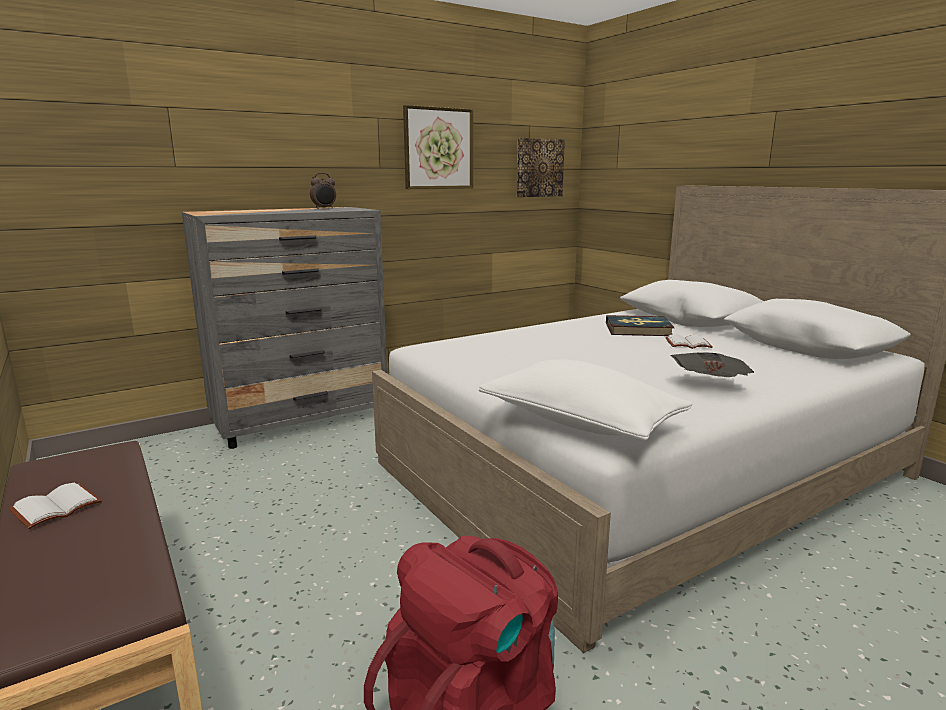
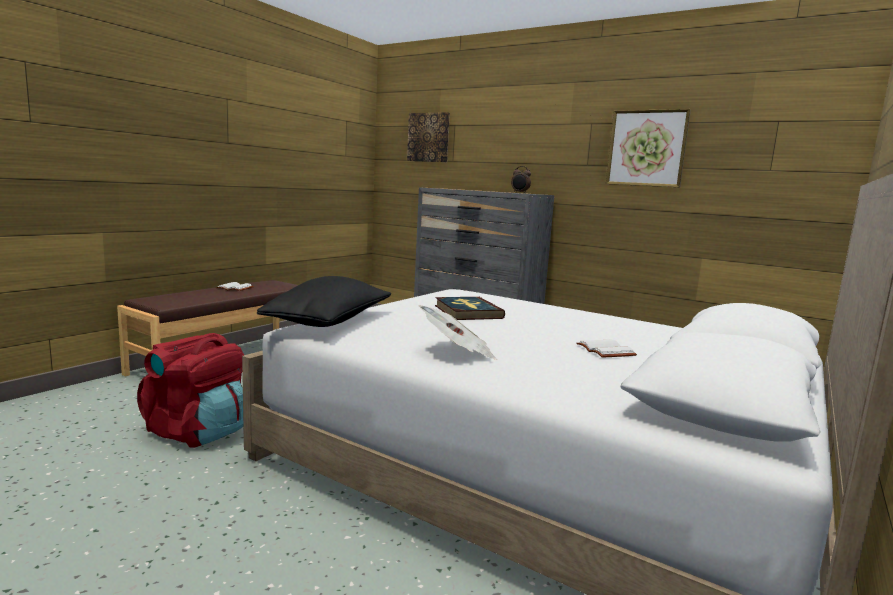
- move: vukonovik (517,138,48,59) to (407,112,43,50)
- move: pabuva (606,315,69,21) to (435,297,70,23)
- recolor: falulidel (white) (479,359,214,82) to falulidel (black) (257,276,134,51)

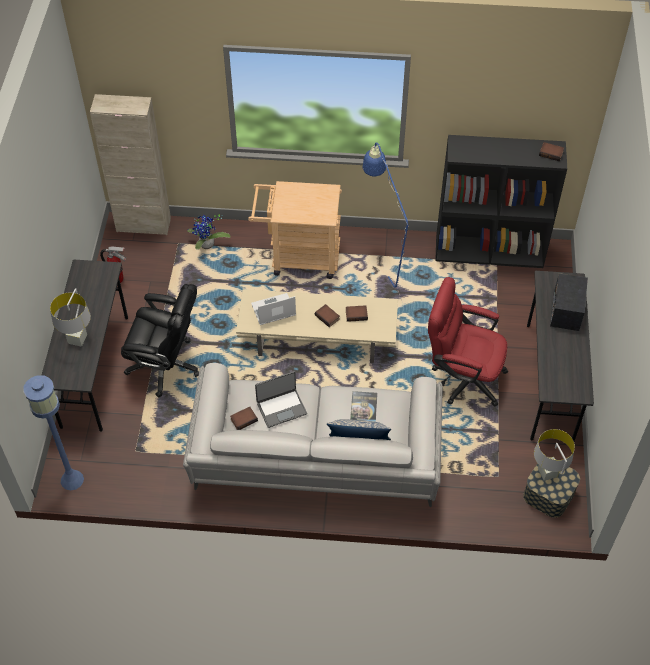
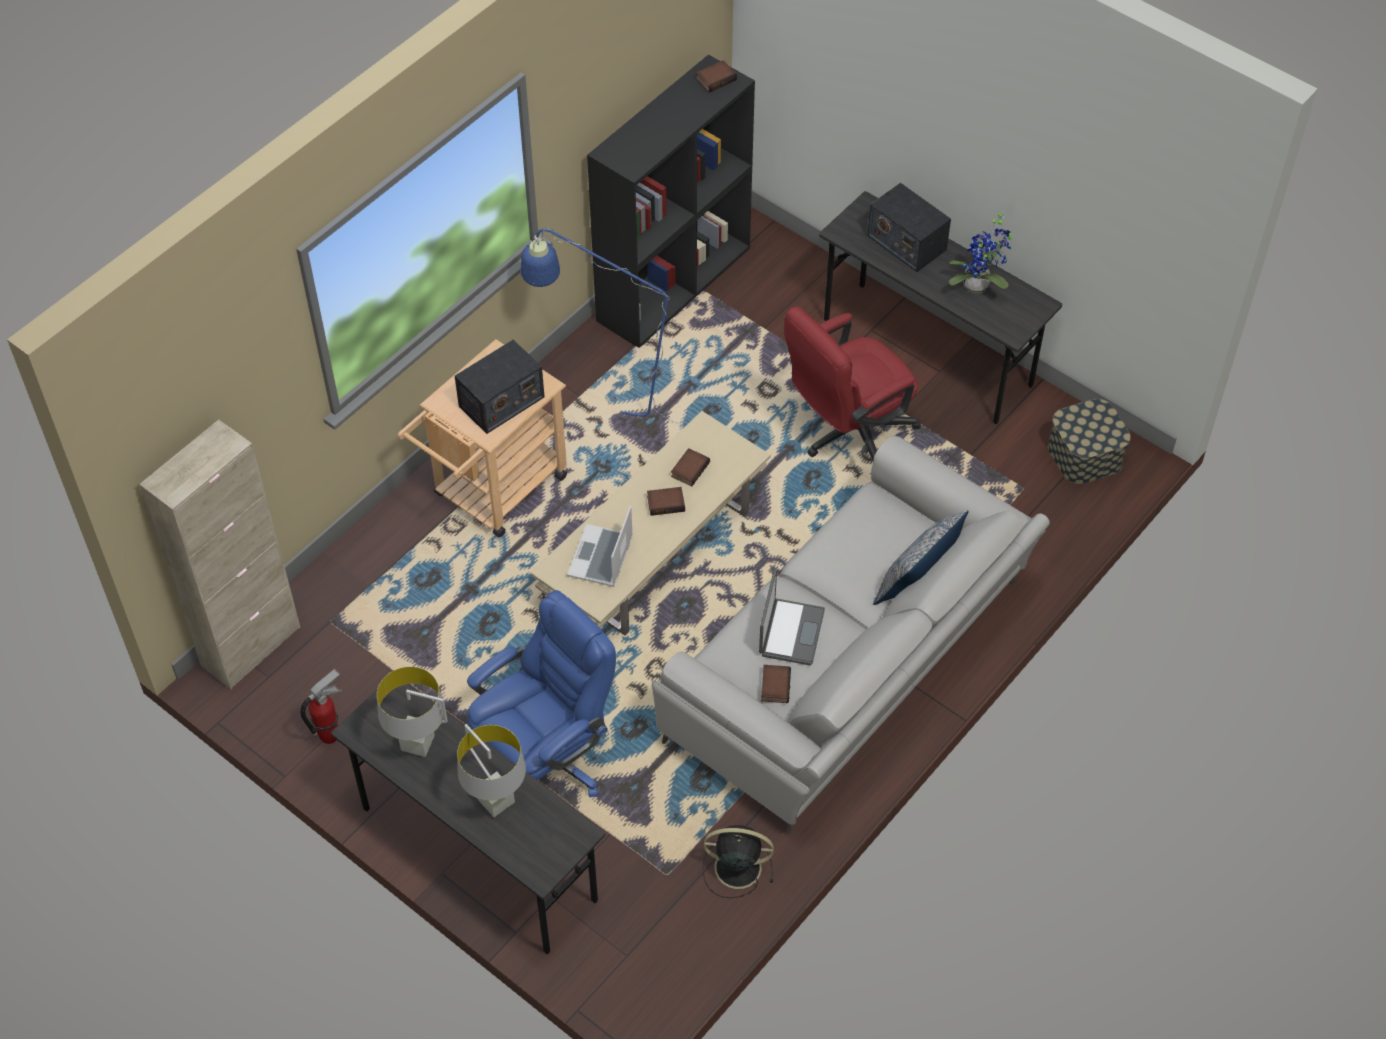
- delete: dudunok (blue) (23,375,61,115)
- delete: pabuva (350,391,28,31)
- insert: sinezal (455,340,90,94)
- insert: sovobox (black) (703,825,71,73)
- move: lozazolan (187,214,44,36) to (949,210,62,83)
- move: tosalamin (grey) (534,429,41,52) to (377,667,71,90)
- recolor: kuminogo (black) (121,284,78,114) to kuminogo (blue) (467,590,149,207)

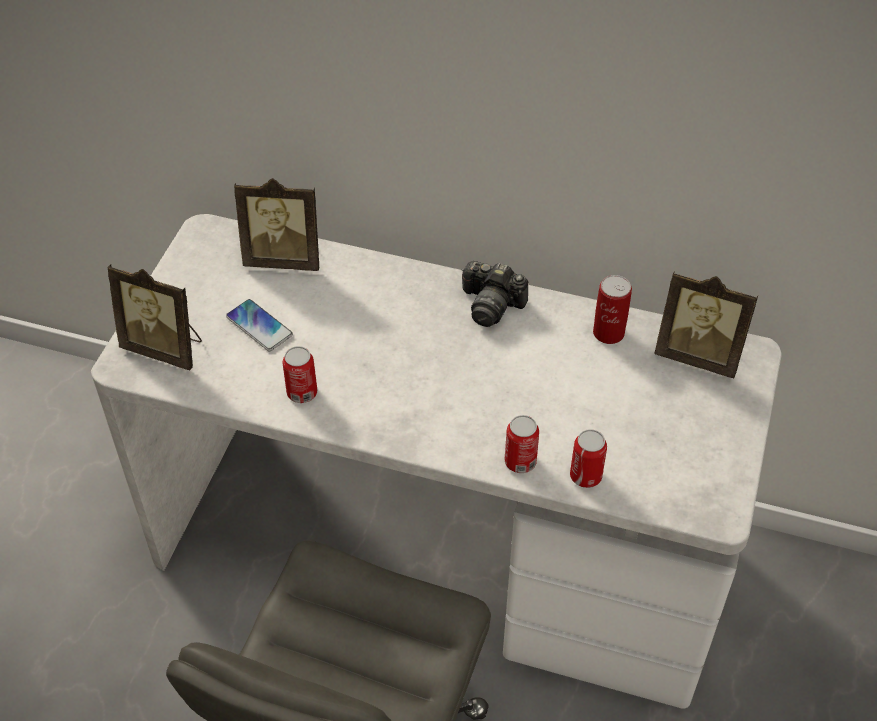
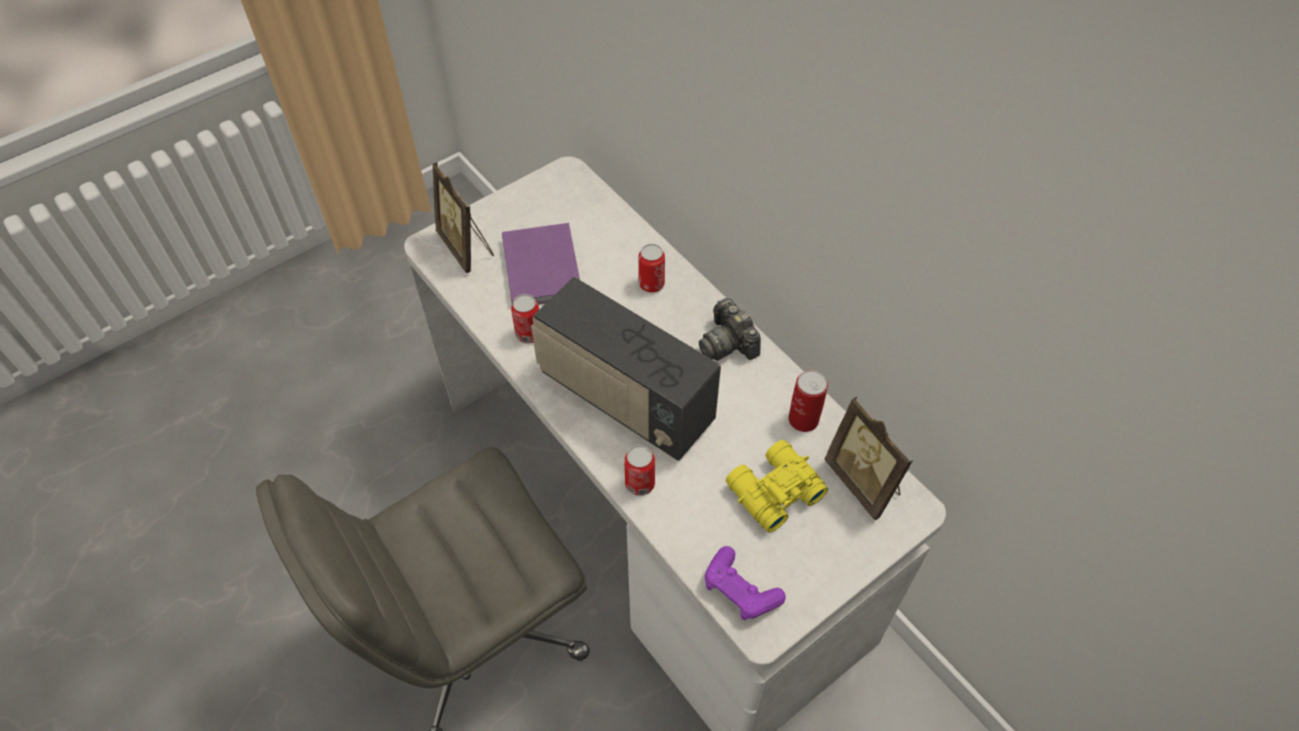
- delete: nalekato (234,178,85,93)
- insert: sinezal (531,277,190,184)
- insert: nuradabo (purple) (705,546,81,74)
- insert: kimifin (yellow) (726,440,102,93)
- move: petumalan (570,429,37,59) to (638,244,27,49)
- replace: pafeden (226,299,67,52) to pabuva (purple) (502,223,78,81)

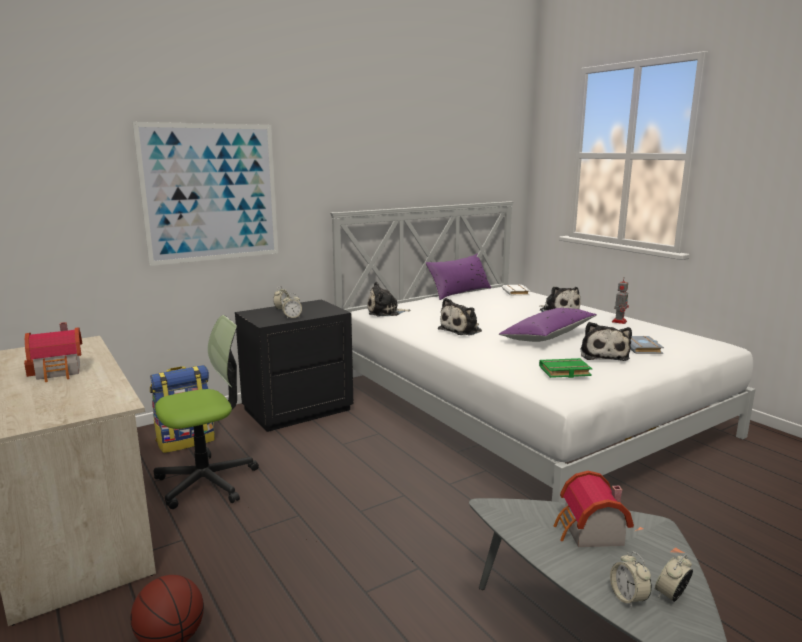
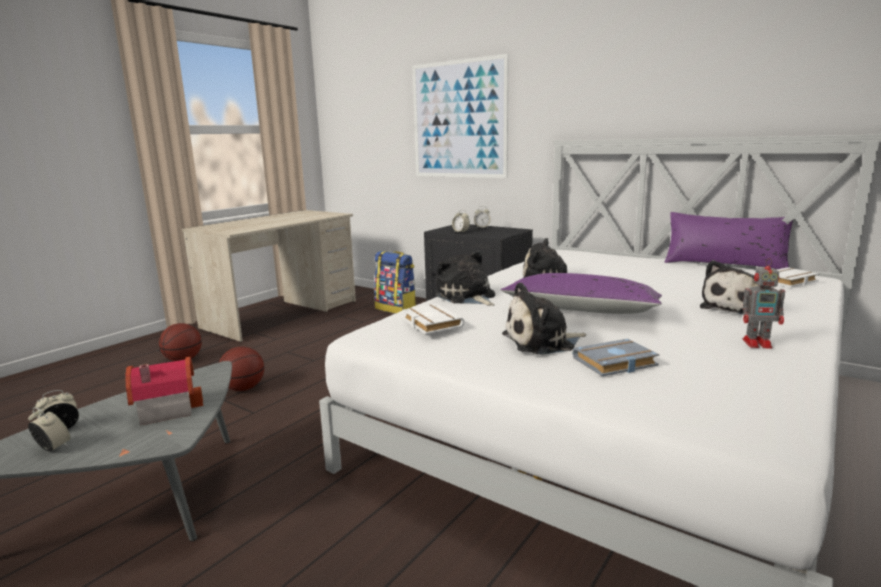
- delete: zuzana (24,322,58,60)
- delete: kuminogo (154,315,105,194)
- insert: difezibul (219,347,45,44)
- move: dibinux (367,282,44,34) to (436,250,59,56)
- recolor: pabuva (green) (539,358,53,20) to pabuva (white) (402,304,62,30)

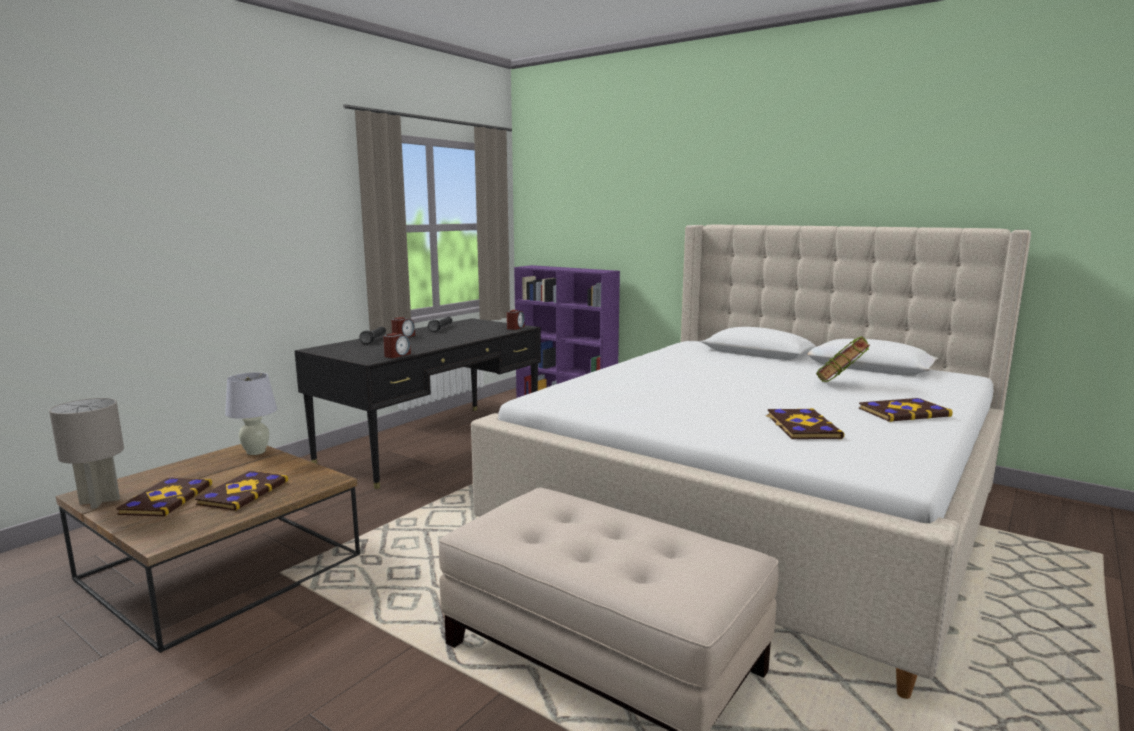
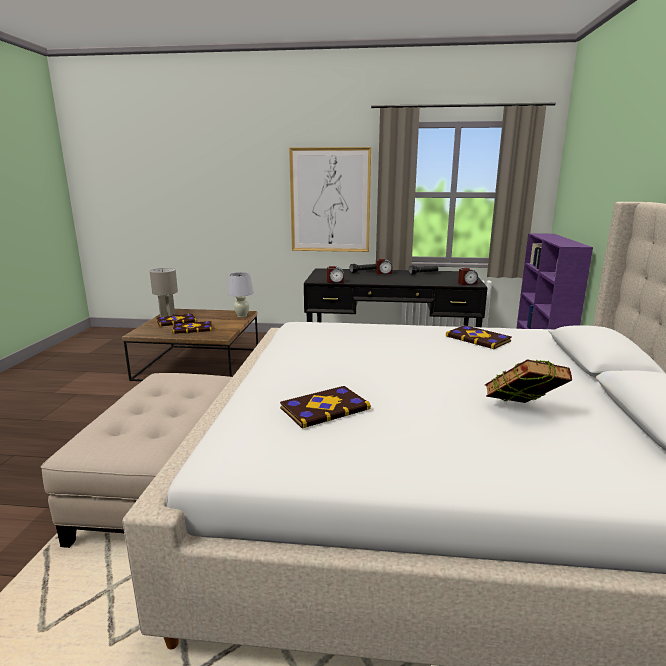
- insert: vukonovik (289,147,82,105)
- move: pabuva (859,398,94,24) to (446,325,66,24)

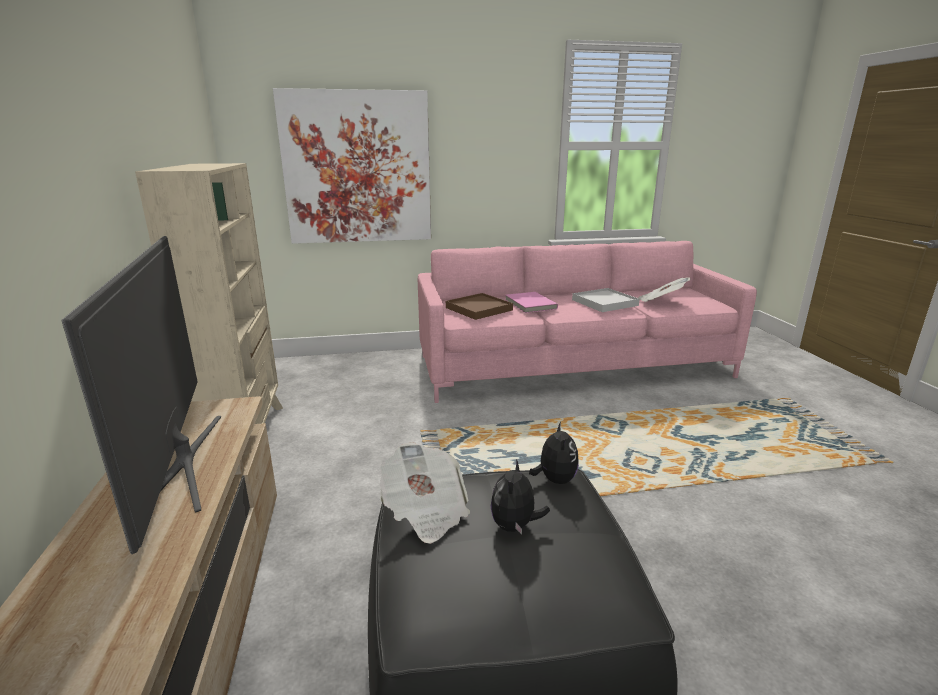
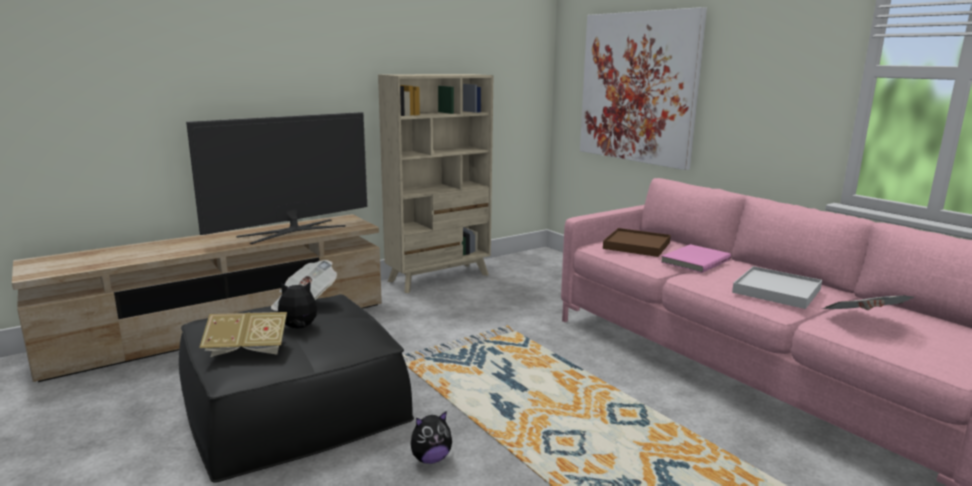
- insert: pabuva (199,312,88,45)
- move: dibinux (529,422,50,62) to (411,411,41,53)

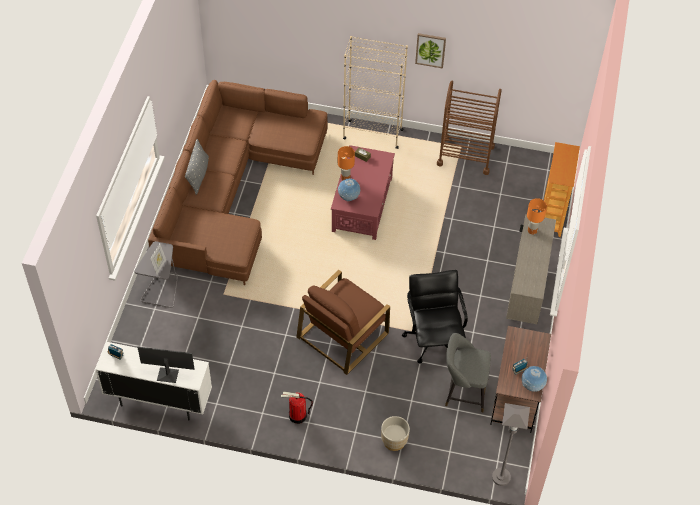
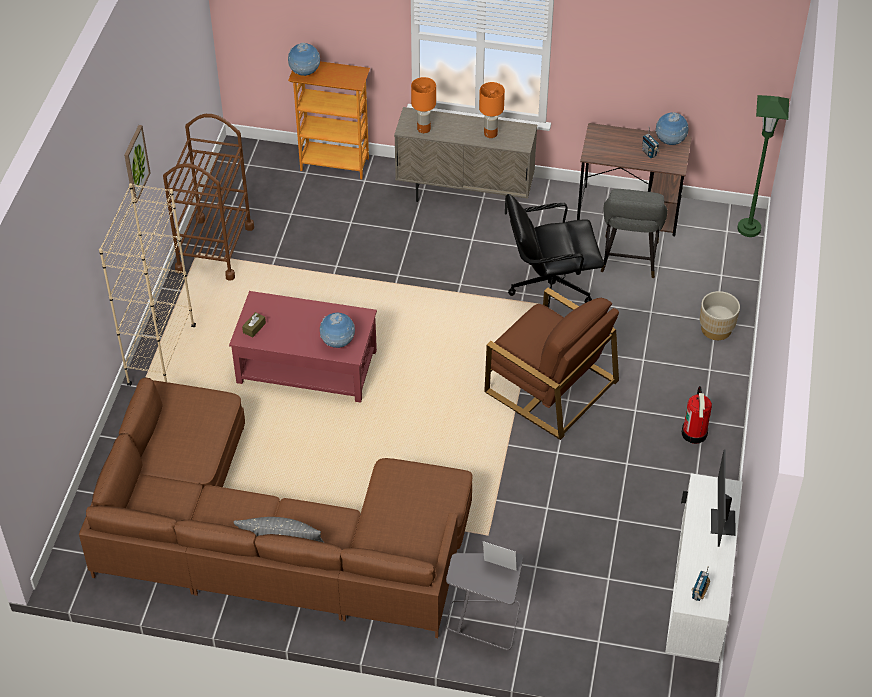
- insert: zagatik (288,43,32,33)
- move: tosalamin (orange) (338,146,17,34) to (479,82,26,56)
- recolor: dudunok (grey) (492,403,38,83) to dudunok (green) (737,95,52,142)

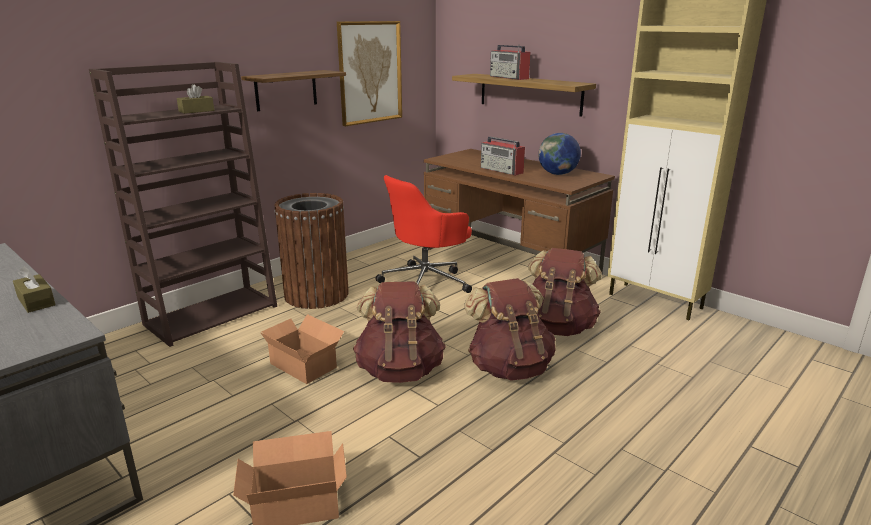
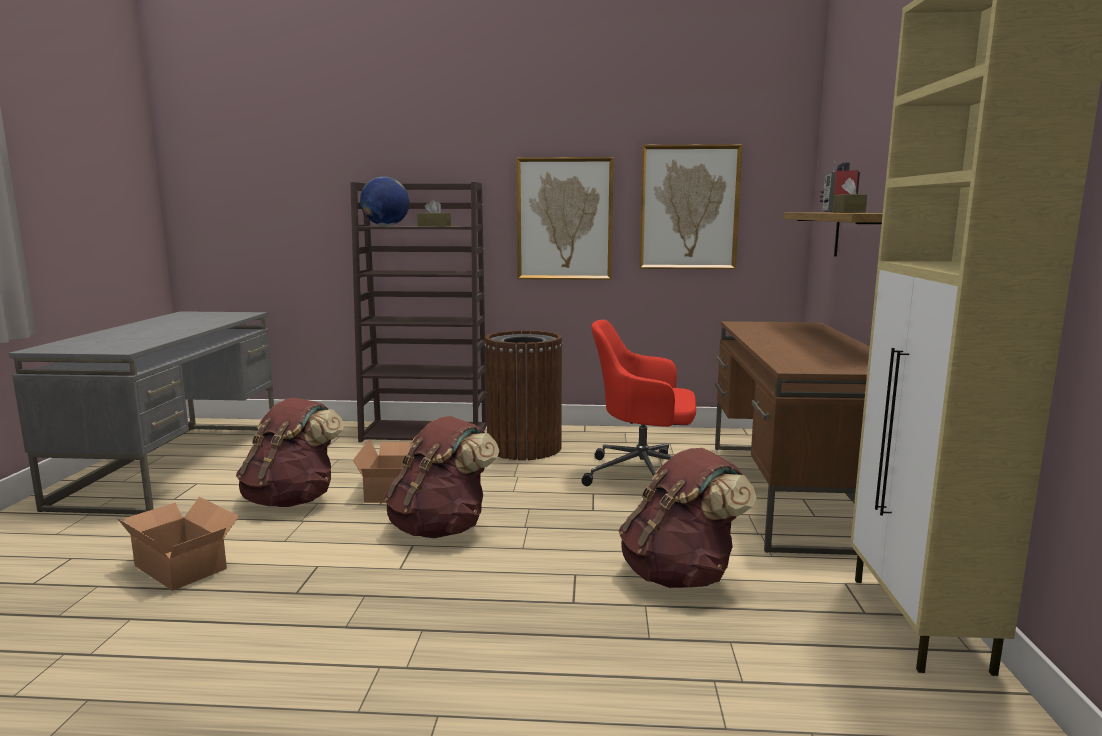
- delete: sinezal (481,137,44,39)
- move: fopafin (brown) (13,267,43,46) to (833,178,34,35)
- move: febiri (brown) (464,278,92,103) to (236,398,108,109)
- move: zagatik (538,133,43,42) to (360,176,50,50)
- replace: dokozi (241,70,105,41) to vukonovik (516,157,98,123)

